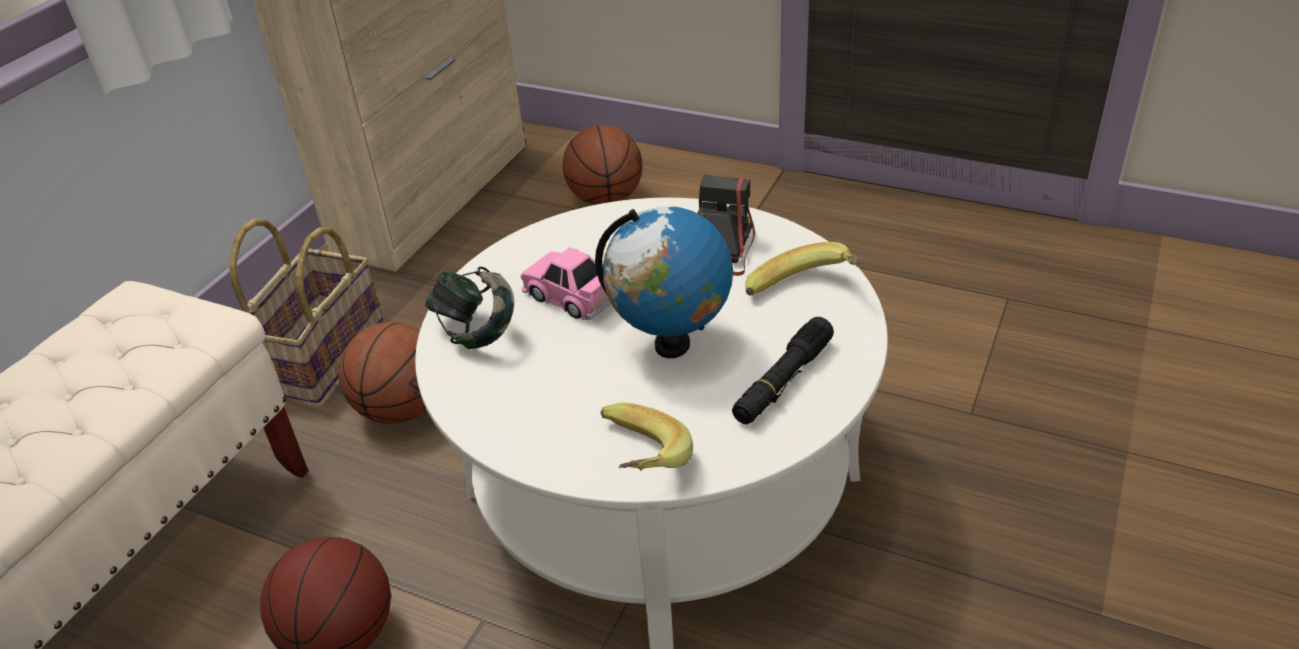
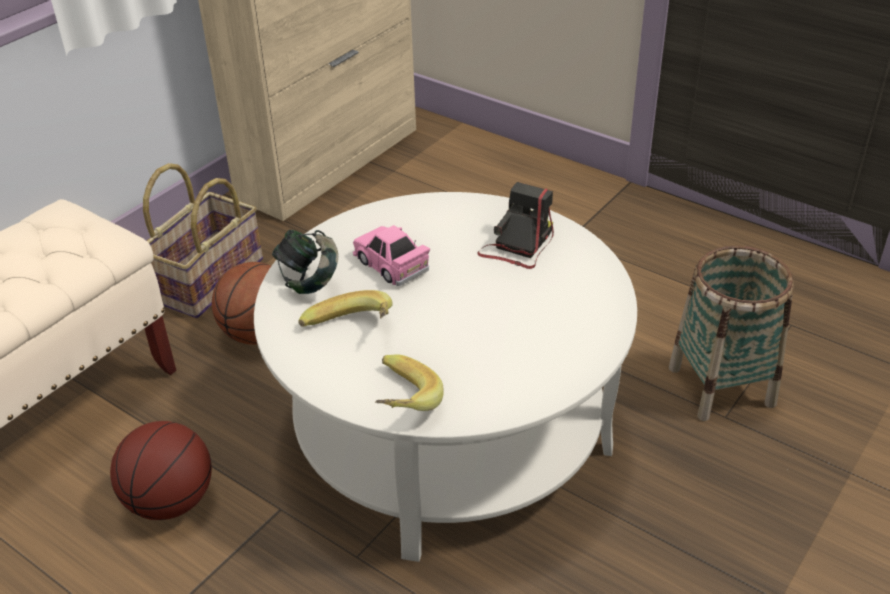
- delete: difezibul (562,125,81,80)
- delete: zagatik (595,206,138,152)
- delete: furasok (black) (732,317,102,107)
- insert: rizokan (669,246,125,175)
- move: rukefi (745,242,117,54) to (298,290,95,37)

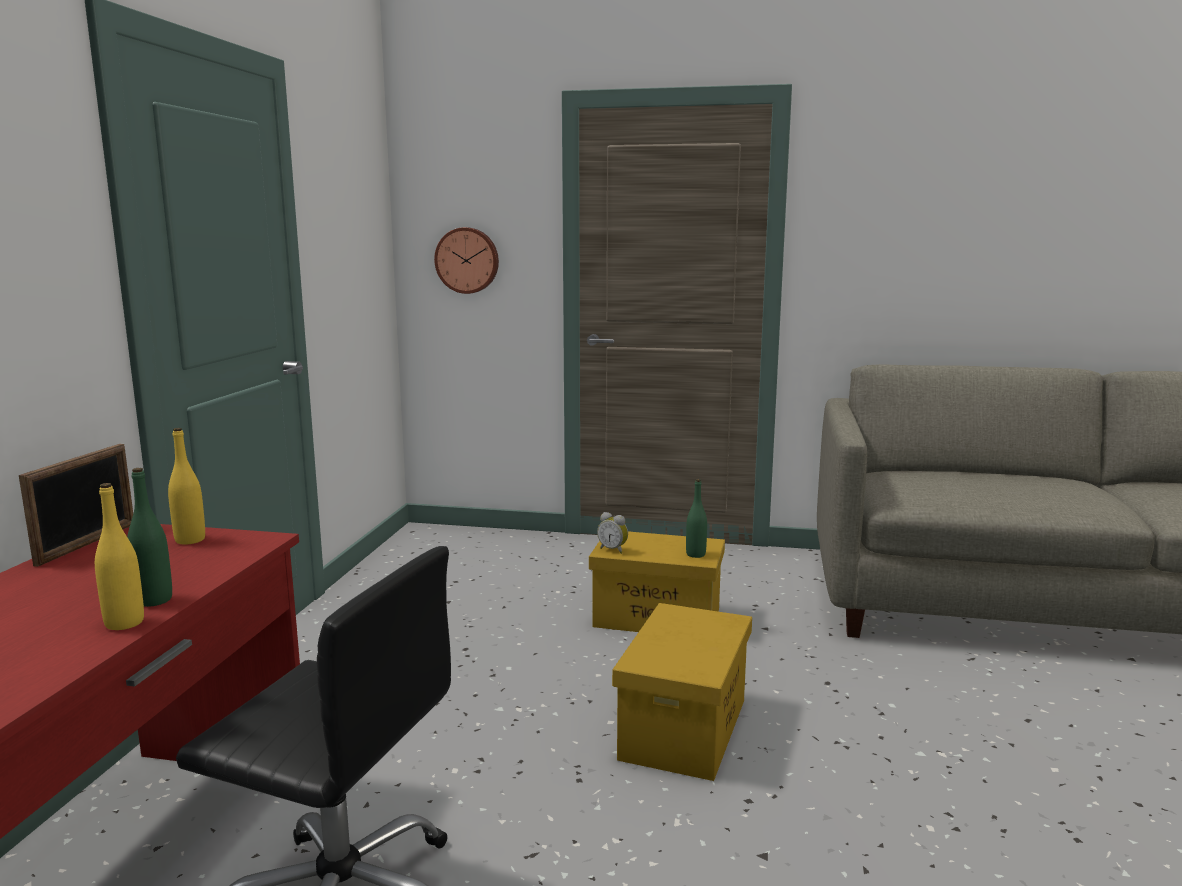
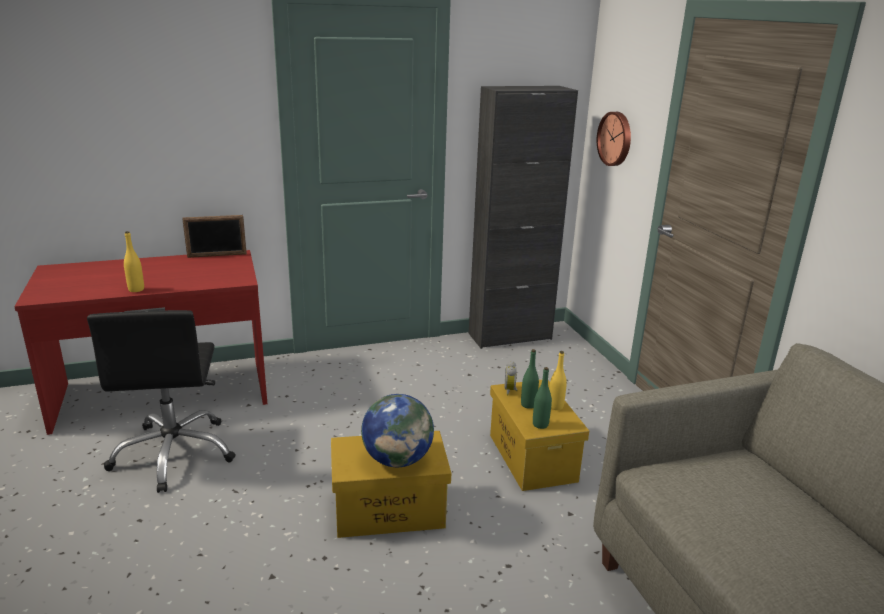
- insert: zagatik (361,394,73,73)
- insert: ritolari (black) (469,86,109,263)
- move: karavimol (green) (127,468,45,139) to (521,349,18,60)
- move: karavimol (yellow) (168,428,37,116) to (549,351,18,59)

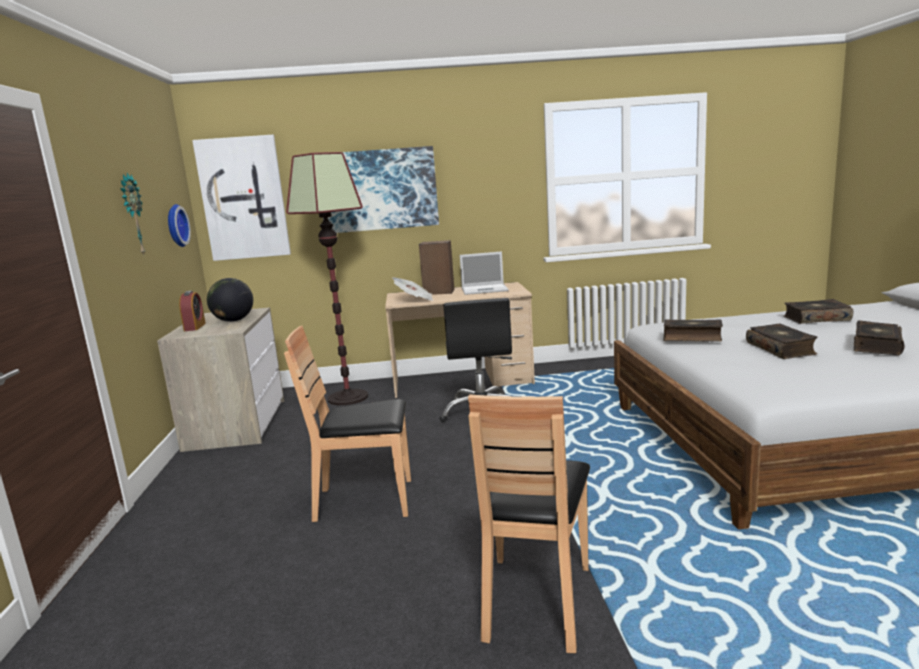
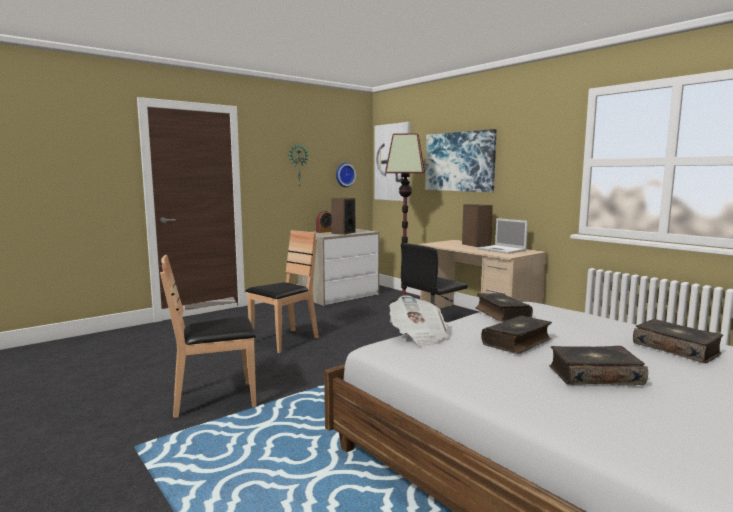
- move: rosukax (392,277,41,24) to (389,295,60,52)
- replace: zagatik (207,278,46,44) to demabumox (331,198,24,37)
- rotate: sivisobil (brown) (284,326,127,196) = (246,230,73,123) 75 degrees clockwise

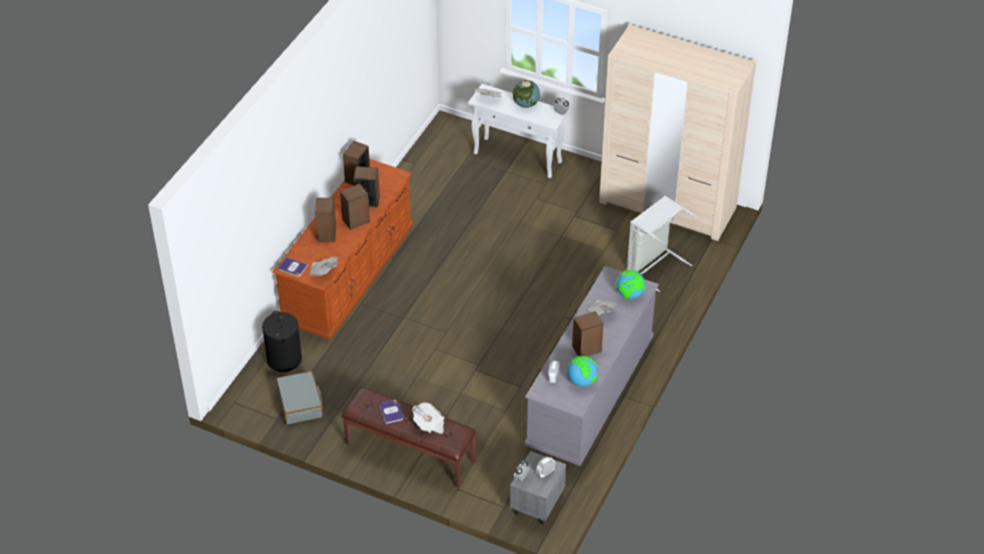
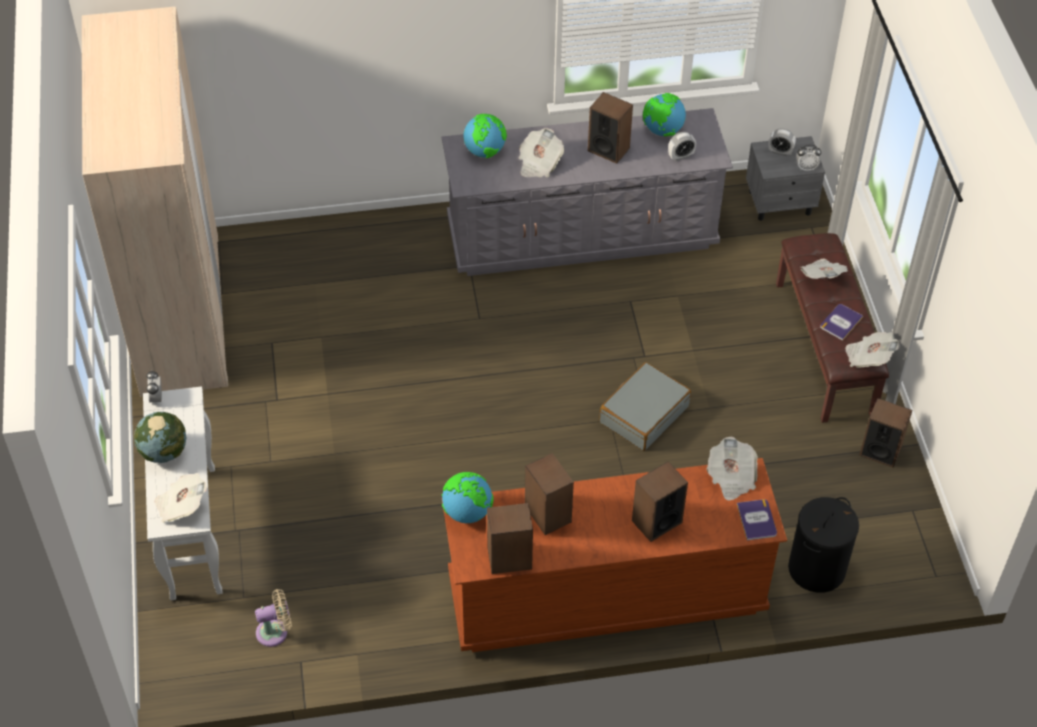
- delete: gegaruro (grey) (627,196,71,96)
- insert: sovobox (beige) (255,589,37,58)
- insert: zagatik (441,472,52,51)
- insert: rosukax (845,332,55,35)
- move: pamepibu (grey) (276,371,47,53) to (599,362,92,89)
- move: demabumox (340,184,30,46) to (859,398,53,70)

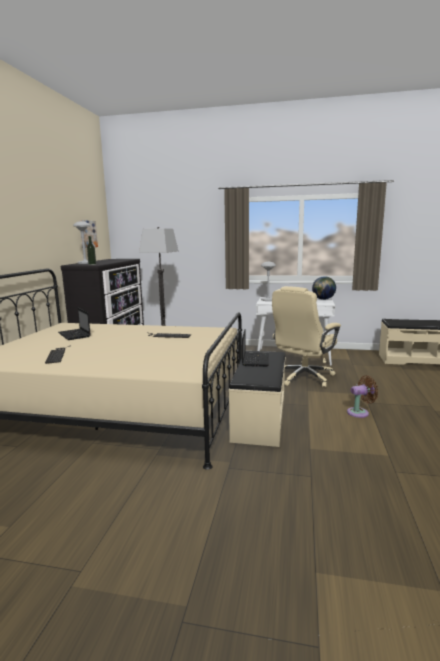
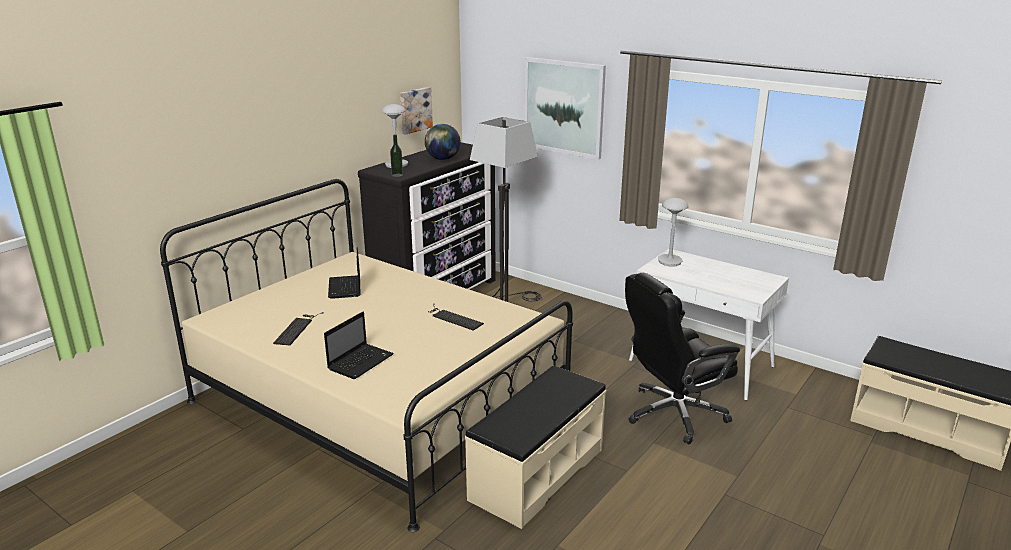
- delete: sovobox (brown) (347,375,31,43)
- insert: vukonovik (524,57,82,103)
- move: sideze (242,329,27,38) to (324,312,70,67)
- move: zagatik (312,276,24,24) to (425,124,36,36)
- recolor: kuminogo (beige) (272,286,69,101) to kuminogo (black) (625,273,115,171)

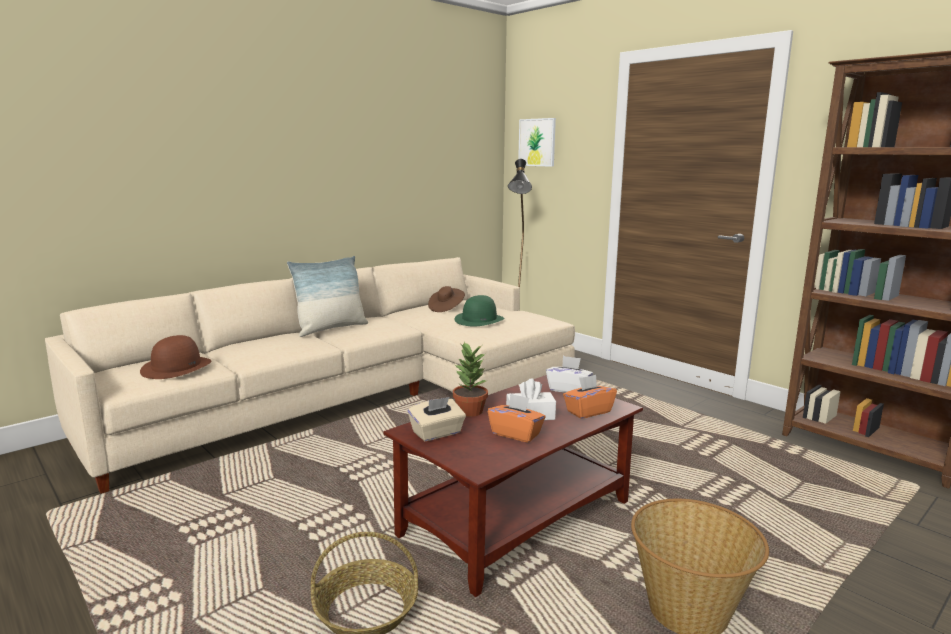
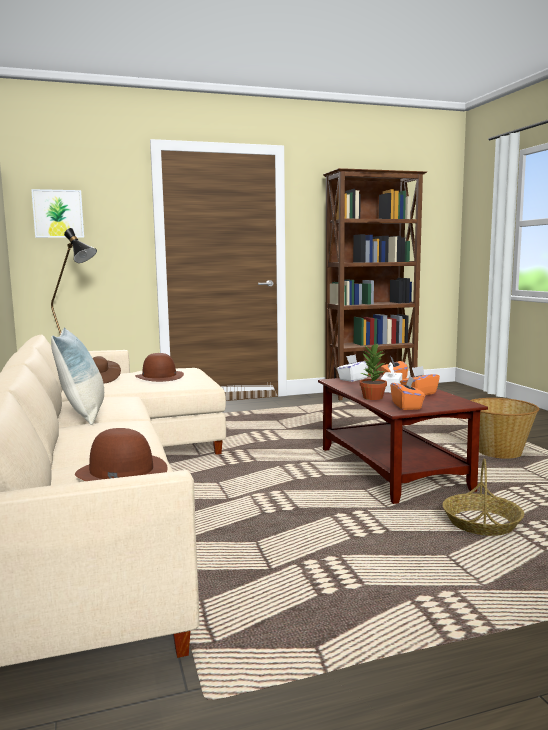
- recolor: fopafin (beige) (408,397,58,44) to fopafin (orange) (390,376,35,34)
- recolor: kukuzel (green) (455,295,50,31) to kukuzel (brown) (135,353,49,29)

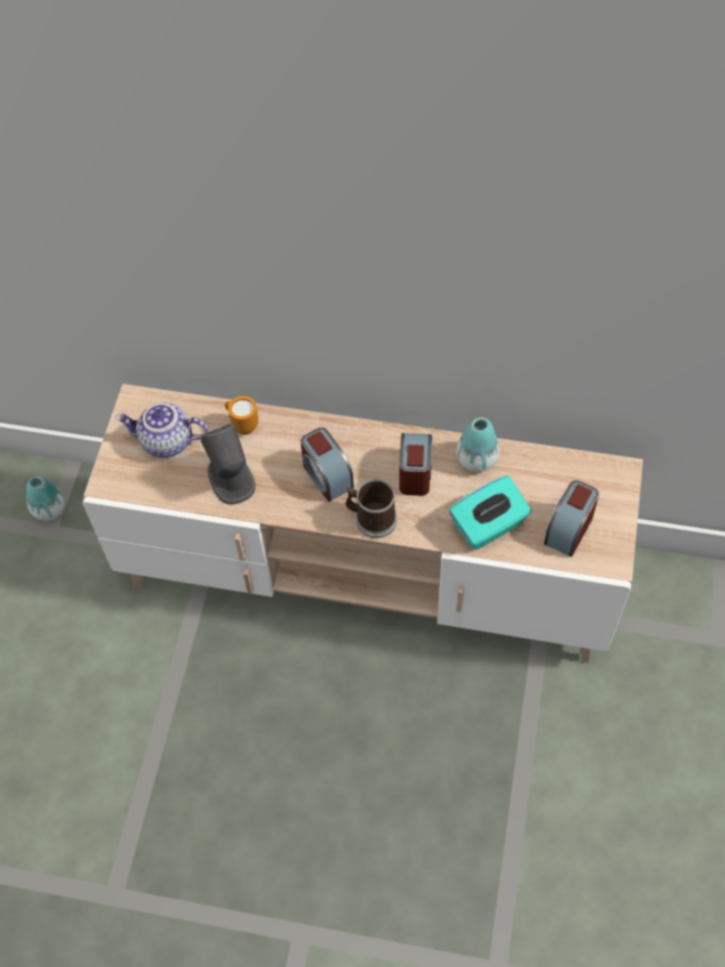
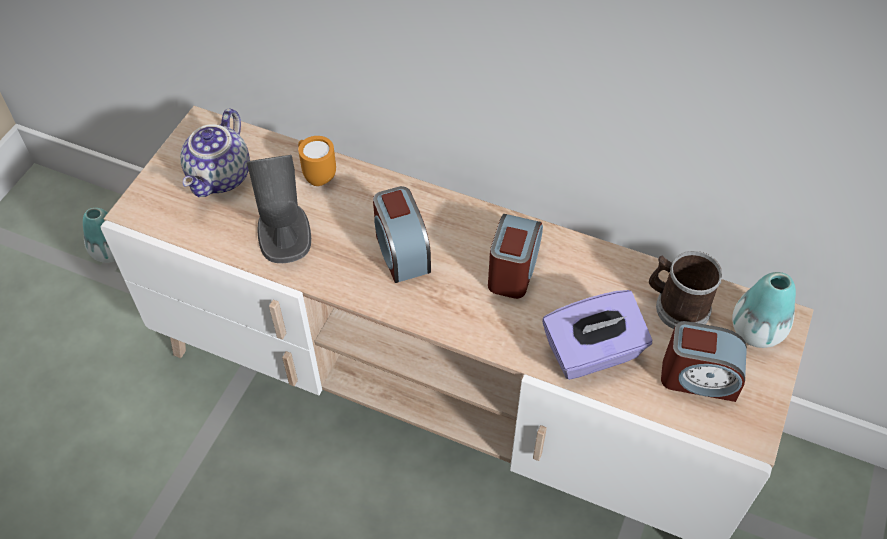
- move: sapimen (345,479,52,59) to (649,251,73,78)
- move: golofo (457,417,42,55) to (732,272,64,76)
- recolor: fopafin (turquoise) (449,476,82,74) to fopafin (purple) (542,290,110,90)
- rotate: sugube (115,403,93,55) = (180,108,70,89) 90 degrees counterclockwise
- rotate: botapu (544,480,55,77) = (661,321,86,81) 120 degrees counterclockwise

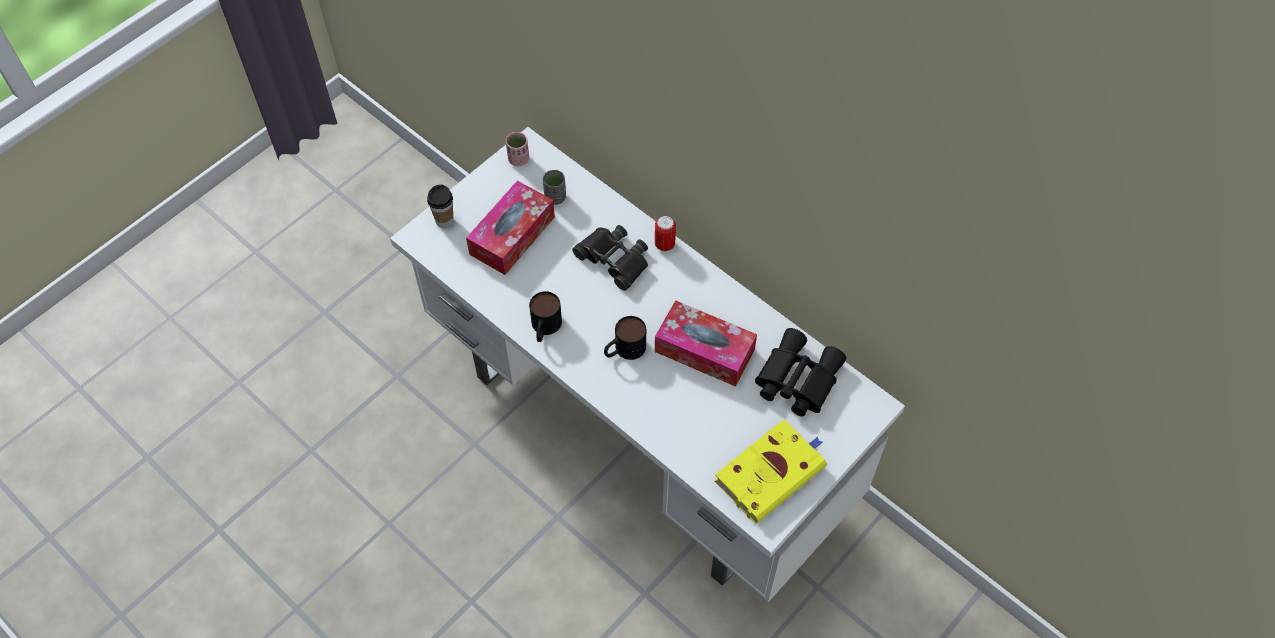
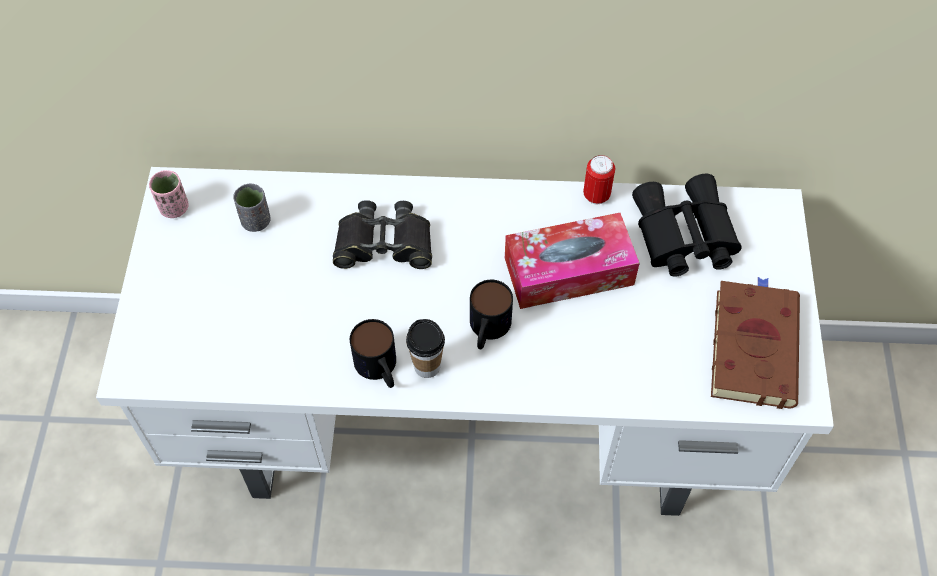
- delete: fopafin (466,181,89,94)
- move: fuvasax (427,185,27,43) to (406,319,39,59)
- move: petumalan (655,216,21,36) to (583,155,32,50)
- recolor: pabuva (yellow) (714,419,113,104) to pabuva (brown) (711,277,89,132)

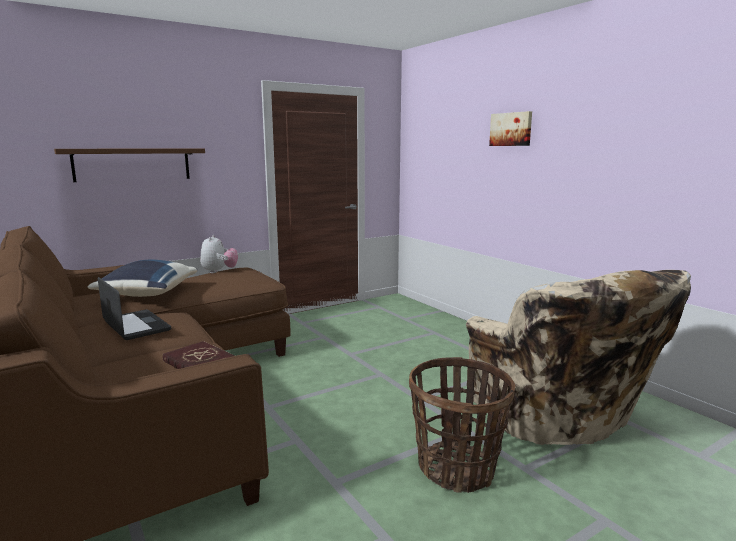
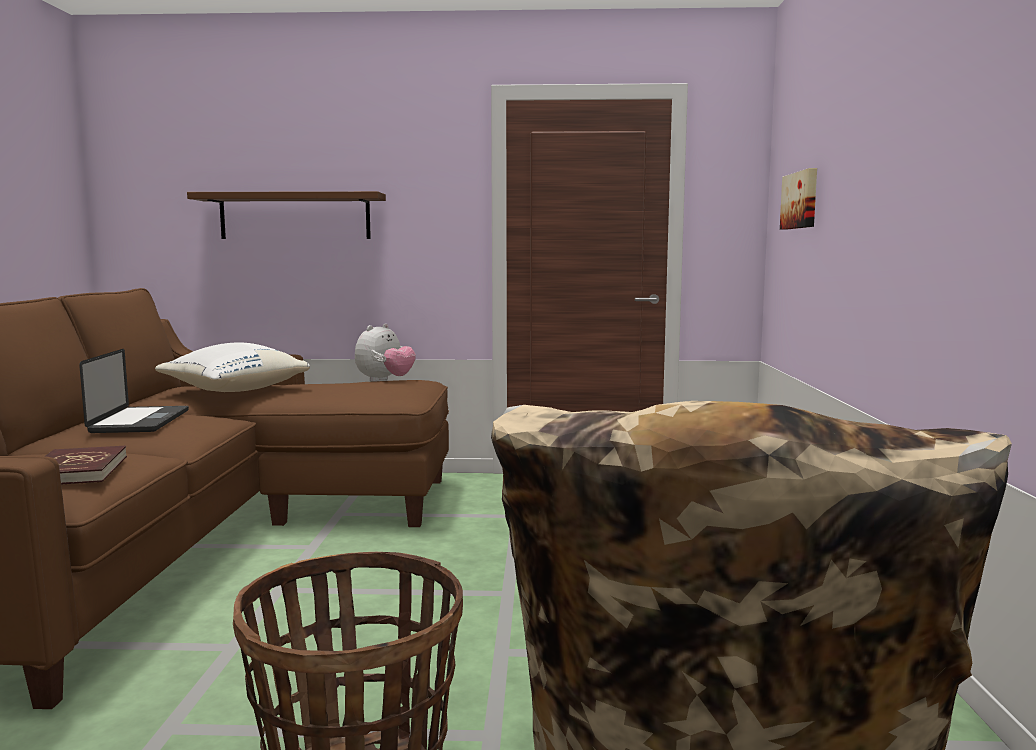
- move: vukonovik (489,111,43,35) to (780,168,37,62)
- recolor: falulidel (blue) (88,260,110,37) to falulidel (white) (155,343,155,49)

